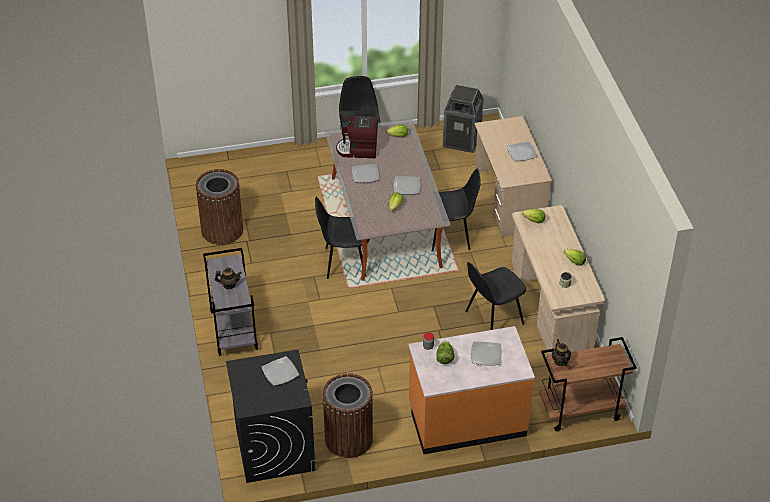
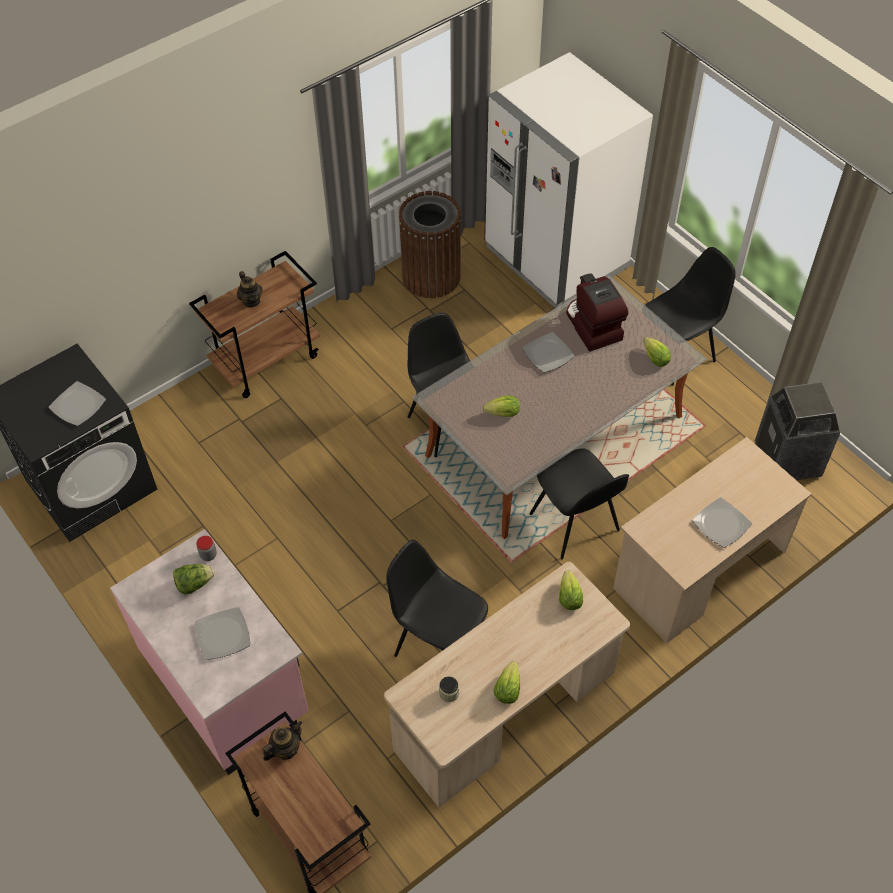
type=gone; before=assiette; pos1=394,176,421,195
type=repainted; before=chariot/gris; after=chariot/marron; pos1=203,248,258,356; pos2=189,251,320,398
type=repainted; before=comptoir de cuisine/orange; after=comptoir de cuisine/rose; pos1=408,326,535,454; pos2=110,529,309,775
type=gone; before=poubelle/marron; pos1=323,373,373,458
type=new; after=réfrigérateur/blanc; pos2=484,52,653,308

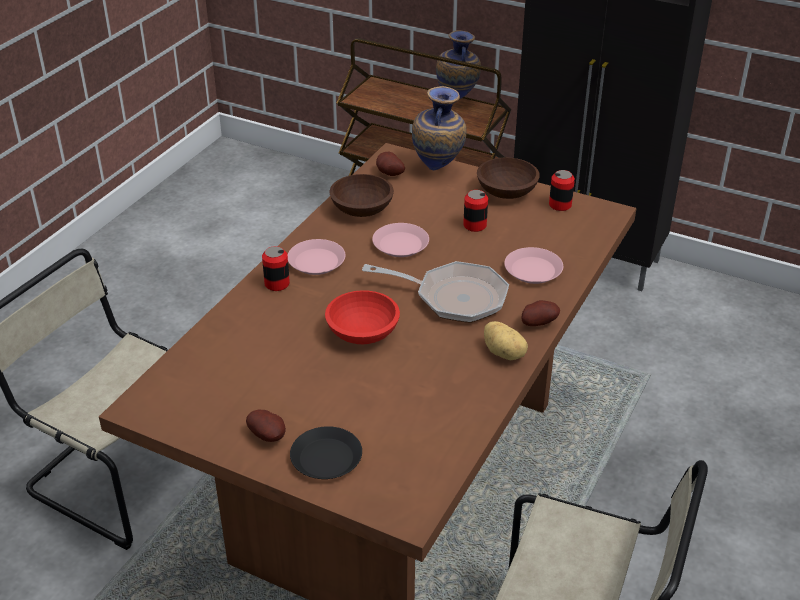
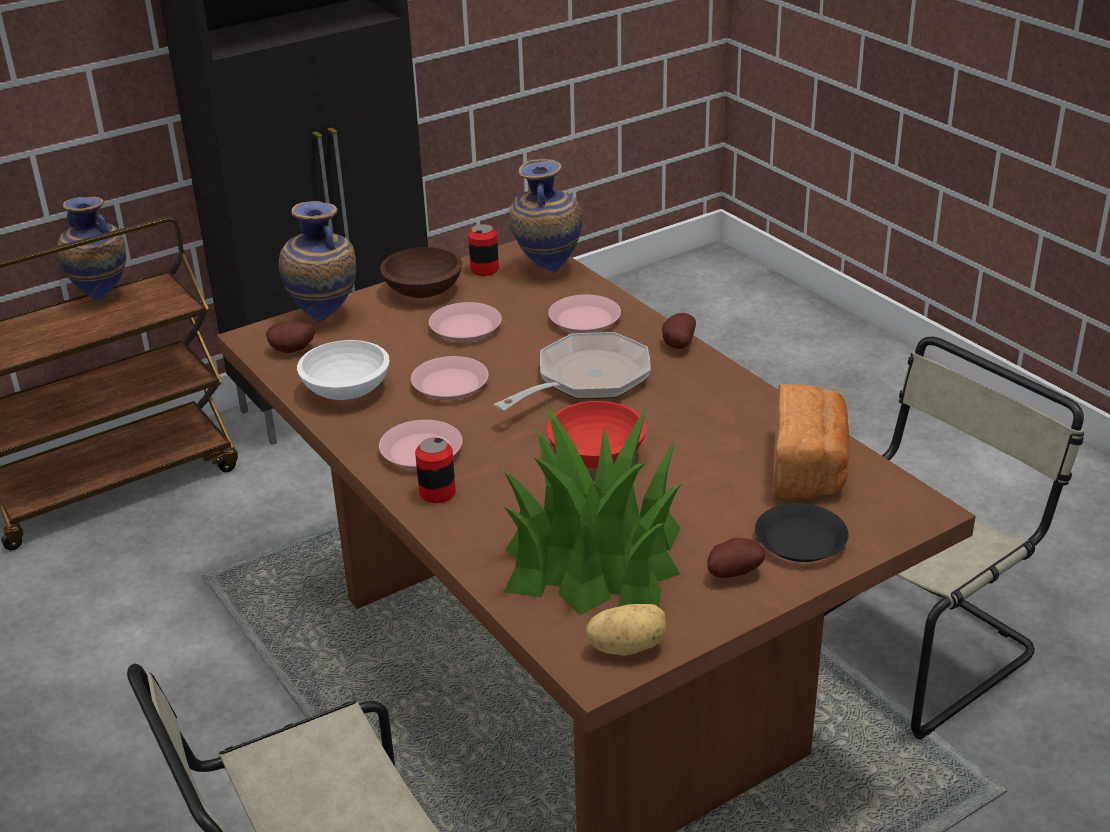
type=repainted; before=bol/marron; after=bol/blanc; pos1=330,174,394,217; pos2=297,340,390,400
type=swapped; before=boîte métallique; after=assiette/rose; pos1=463,190,488,232; pos2=429,302,502,342
type=shifted; before=pomme de terre; pos1=484,321,528,360; pos2=585,604,667,656
type=new; after=vase; pos2=509,159,582,273
type=new; after=pain; pos2=773,384,849,499
type=new; after=plante en pot; pos2=500,406,684,615

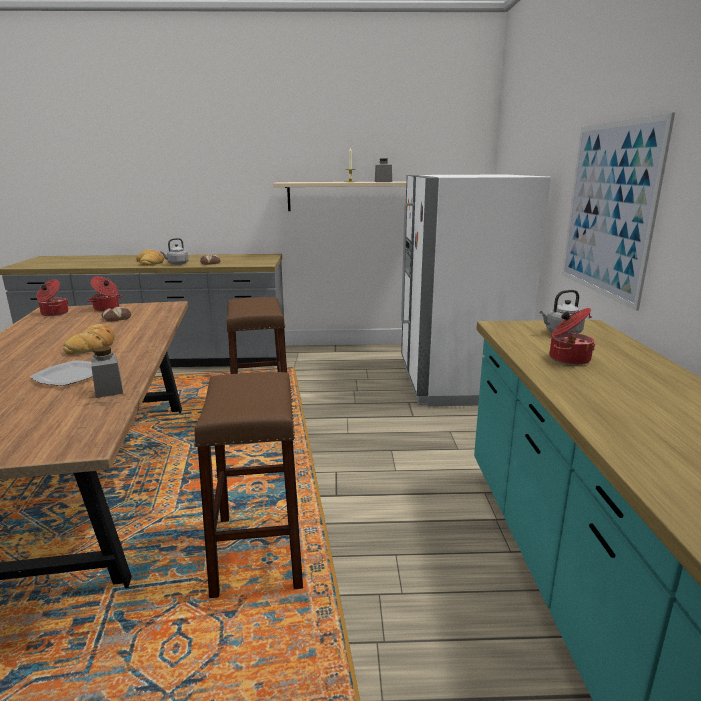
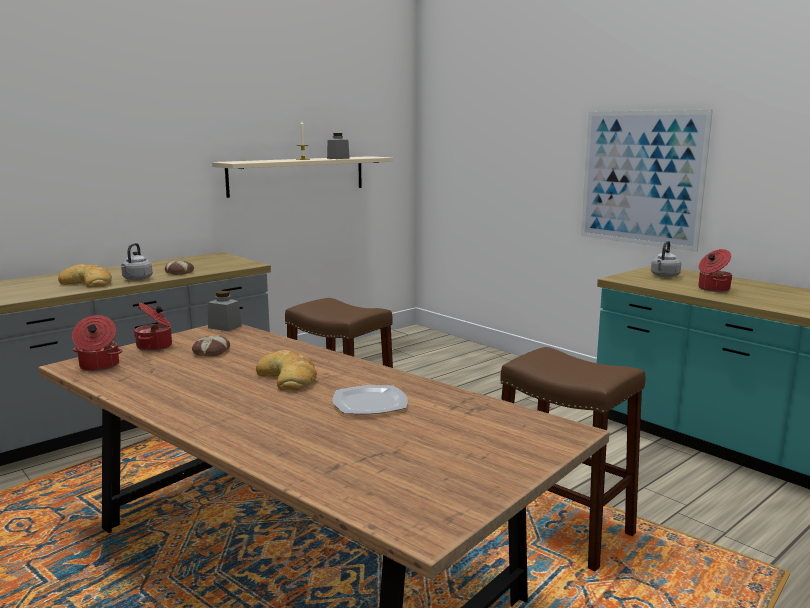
type=gone; before=réfrigérateur/blanc; pos1=401,174,551,406
type=shifted; before=bocal/gris; pos1=91,347,123,398; pos2=208,291,242,331

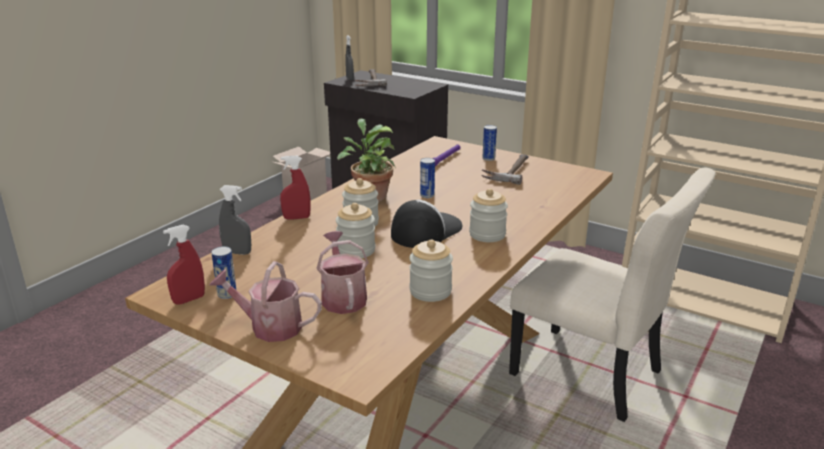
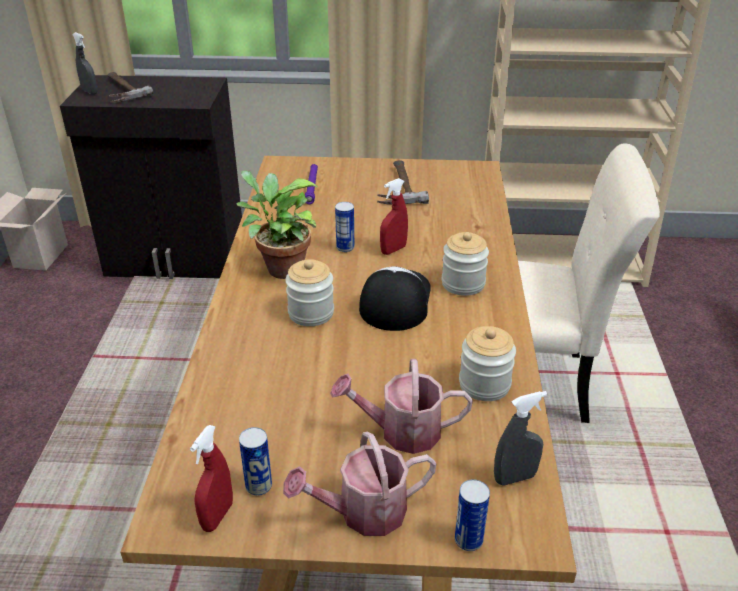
type=shifted; before=boîte métallique; pos1=482,125,497,161; pos2=455,479,490,551
type=shifted; before=vaporisateur/rouge; pos1=280,156,311,219; pos2=380,178,408,255
type=shifted; before=vaporisateur/gris; pos1=219,185,251,255; pos2=494,391,547,486
type=gone; before=bocal; pos1=336,203,375,258
type=rotated; before=arrosoir; pos1=317,231,369,314; pos2=330,359,473,454; turn=-45

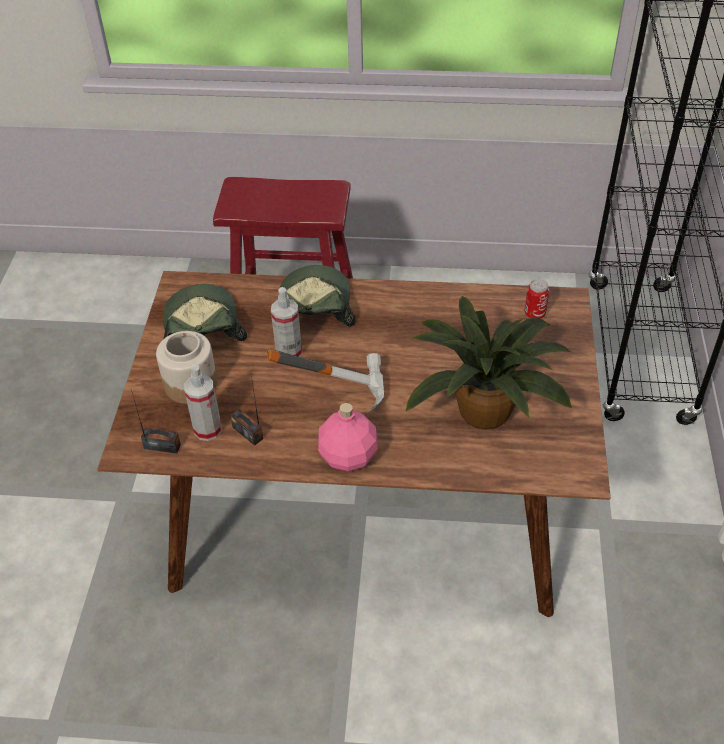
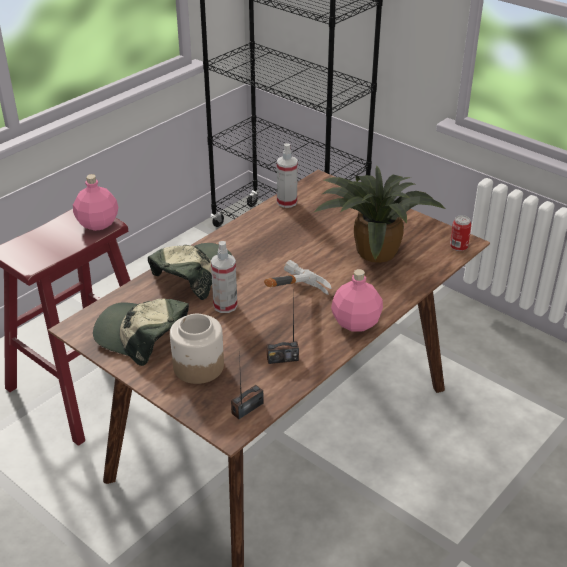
type=rotated; before=casquette; pos1=278,265,356,327; pos2=148,243,233,300; turn=90
type=shifted; before=boîte métallique; pos1=524,279,549,319; pos2=450,215,472,251
type=shifted; before=vaporisateur; pos1=184,365,222,441; pos2=277,143,298,208
type=new; after=bouteille/rose; pos2=73,174,118,231

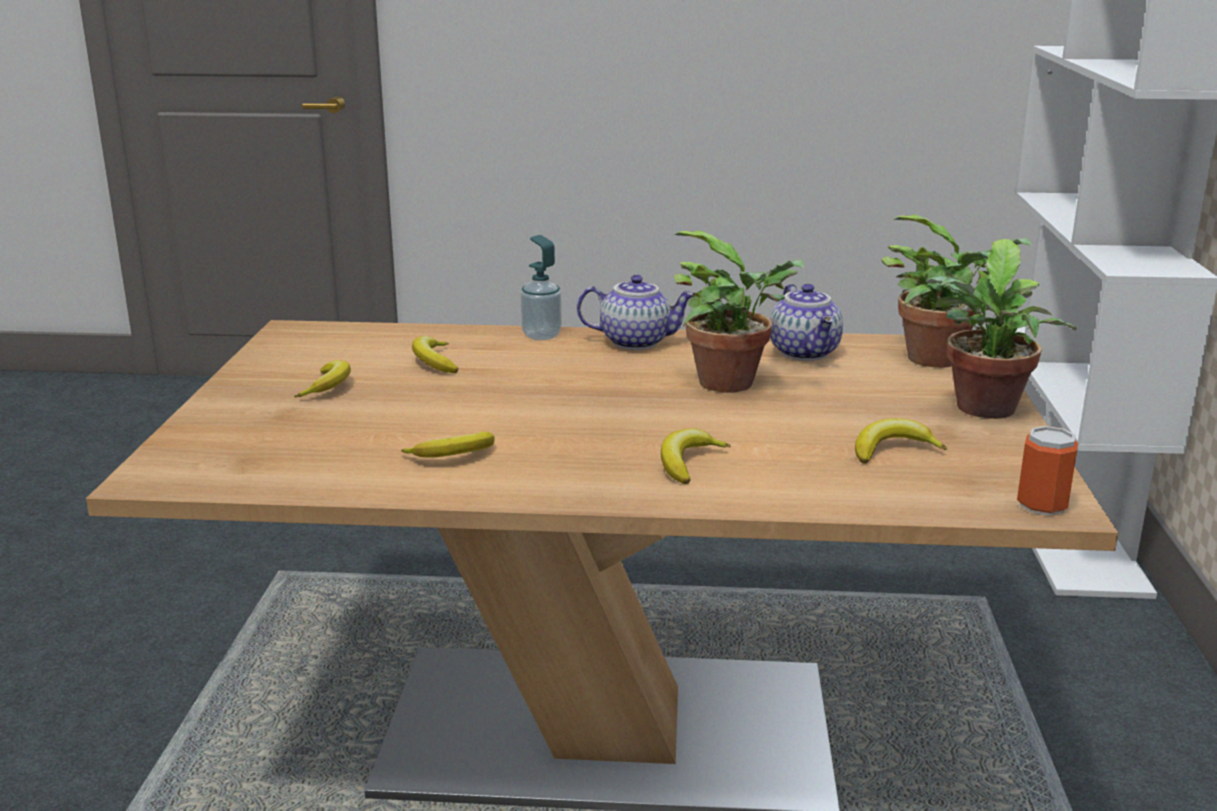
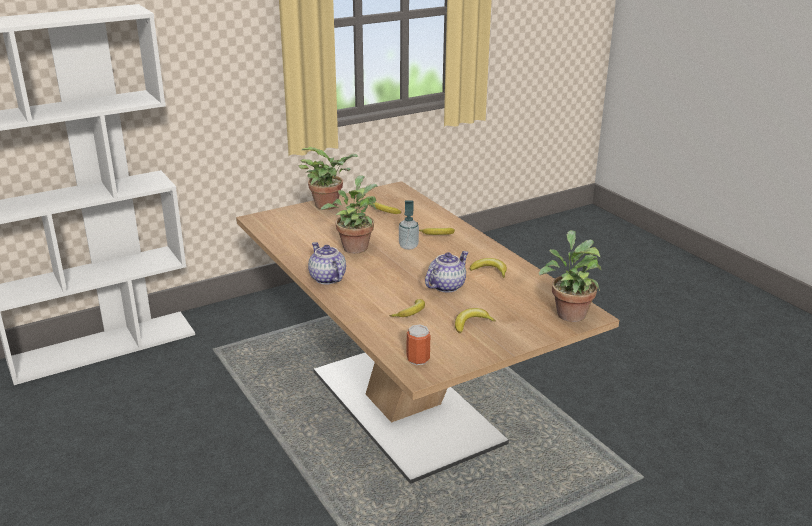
type=shifted; before=plante en pot; pos1=881,214,1032,368; pos2=539,230,602,322
type=shifted; before=distributeur de savon; pos1=521,235,562,340; pos2=399,200,419,250
type=shifted; before=théière; pos1=770,284,843,361; pos2=425,251,469,293
type=shifted; before=boîte métallique; pos1=1017,426,1078,516; pos2=407,325,430,365

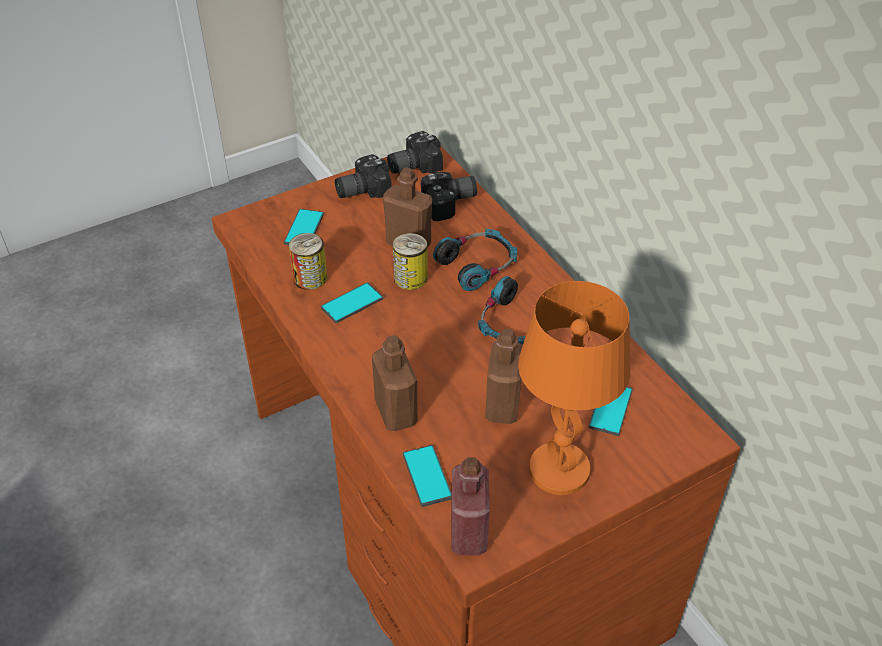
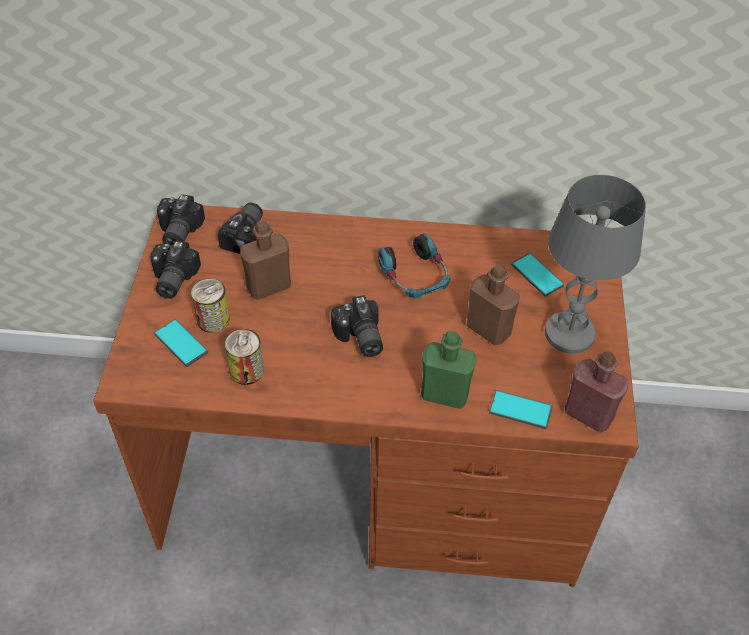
type=gone; before=casque audio; pos1=433,229,517,291
type=shifted; before=boîte métallique; pos1=392,233,428,290; pos2=191,279,230,333
type=repainted; before=lampe de table/orange; after=lampe de table/gris; pos1=518,281,630,495; pos2=545,175,646,354
type=gone; before=téléphone; pos1=321,282,383,323
type=repainted; before=bouteille/marron; after=bouteille/vert; pos1=372,335,418,431; pos2=421,331,477,409
type=new; after=appareil photo; pos2=331,295,383,357

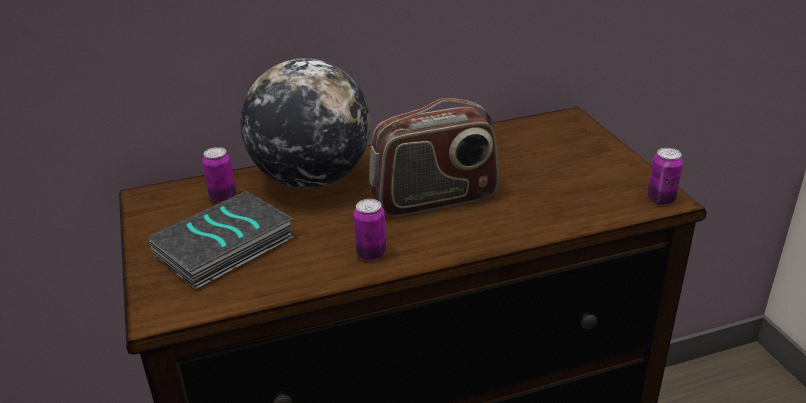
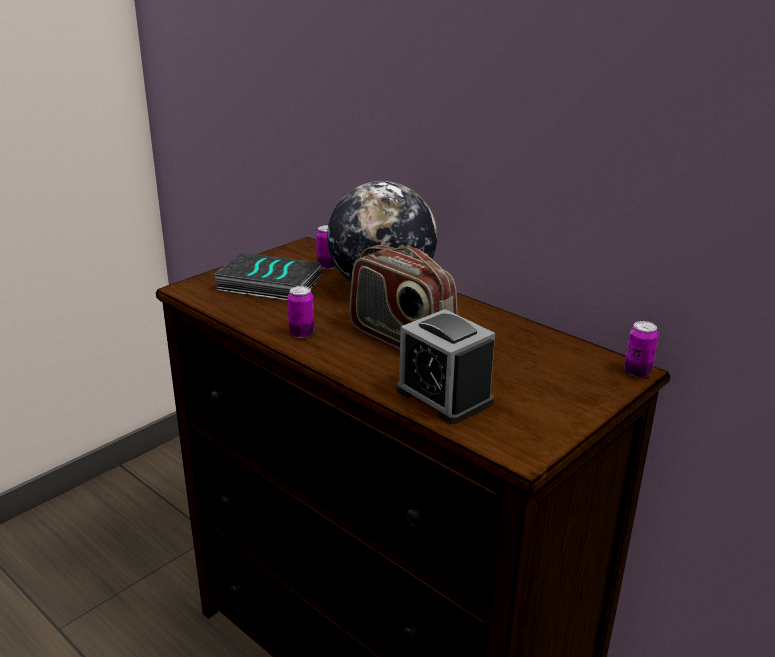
type=shifted; before=boîte métallique; pos1=647,148,683,205; pos2=624,321,659,377
type=new; after=réveil; pos2=396,309,495,424

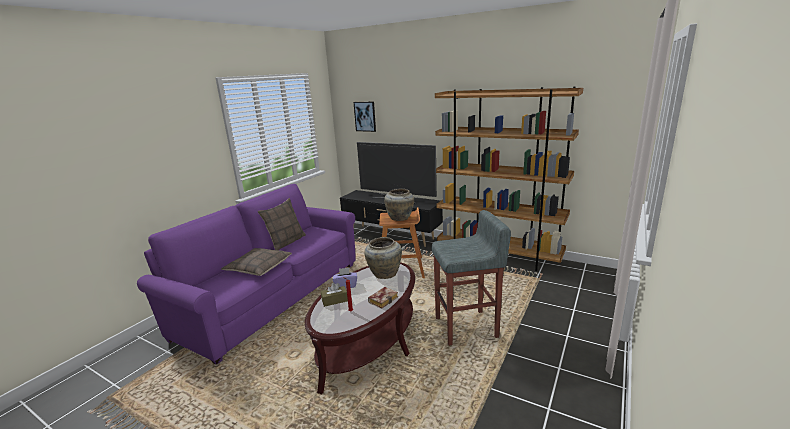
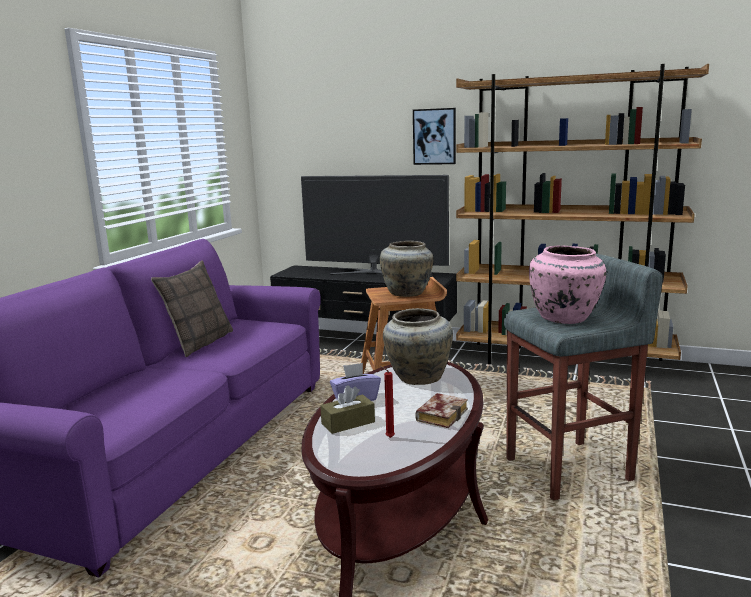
type=shifted; before=tableau; pos1=354,102,376,132; pos2=413,108,456,165
type=gone; before=coussin; pos1=221,248,292,276
type=new; after=vase/rose; pos2=529,246,606,324

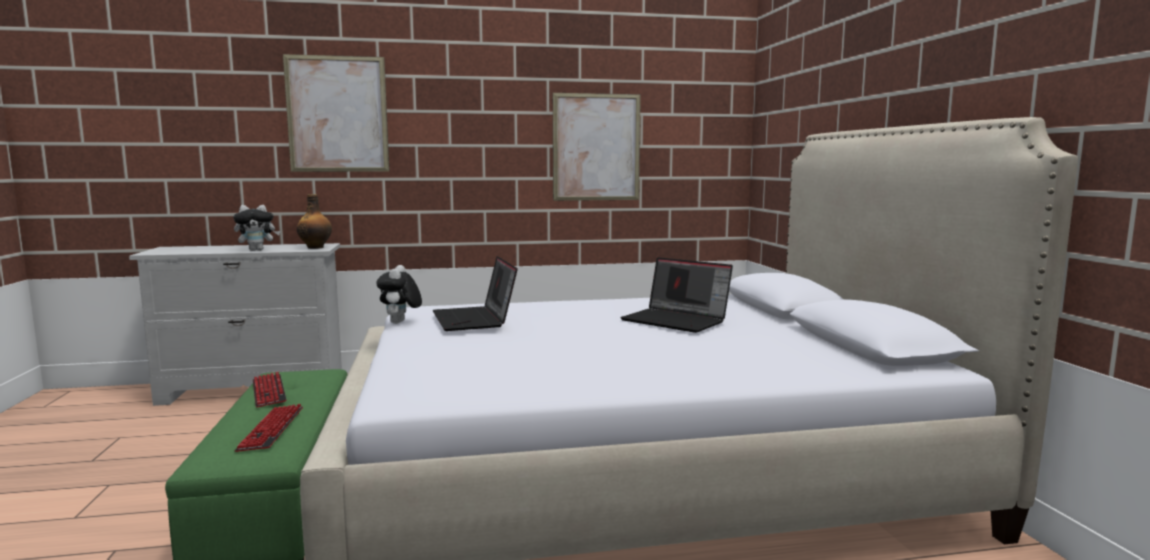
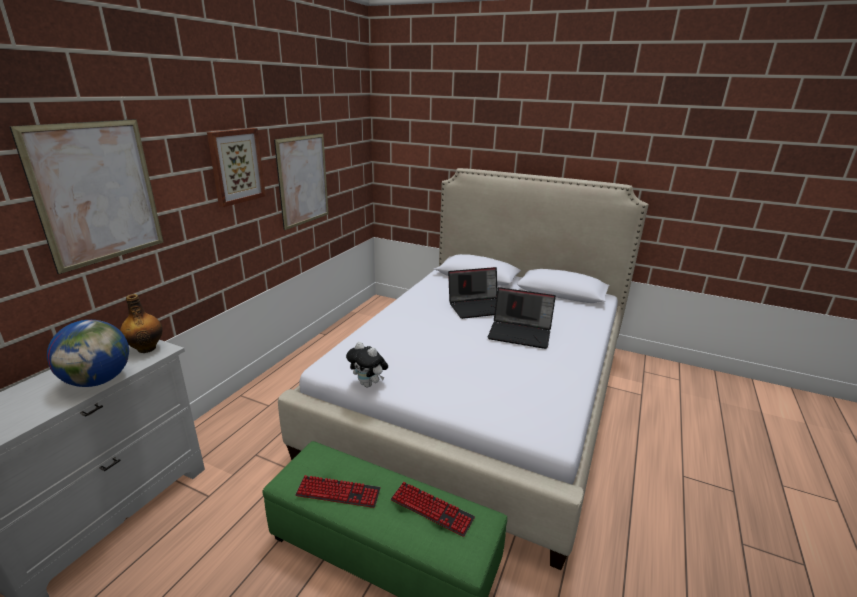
type=swapped; before=peluche; after=globe; pos1=233,205,280,251; pos2=47,320,129,387
type=shifted; before=ordinateur portable; pos1=432,256,518,331; pos2=488,287,556,349
type=new; after=tableau; pos2=207,128,266,207

